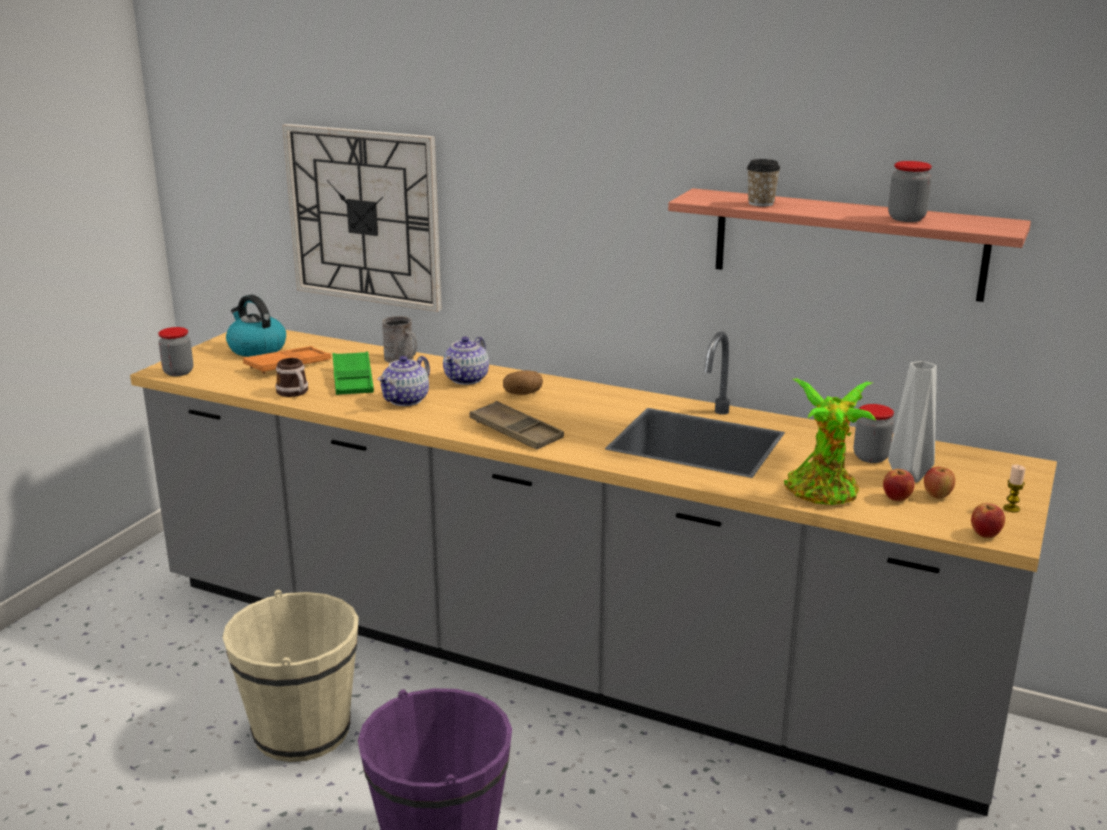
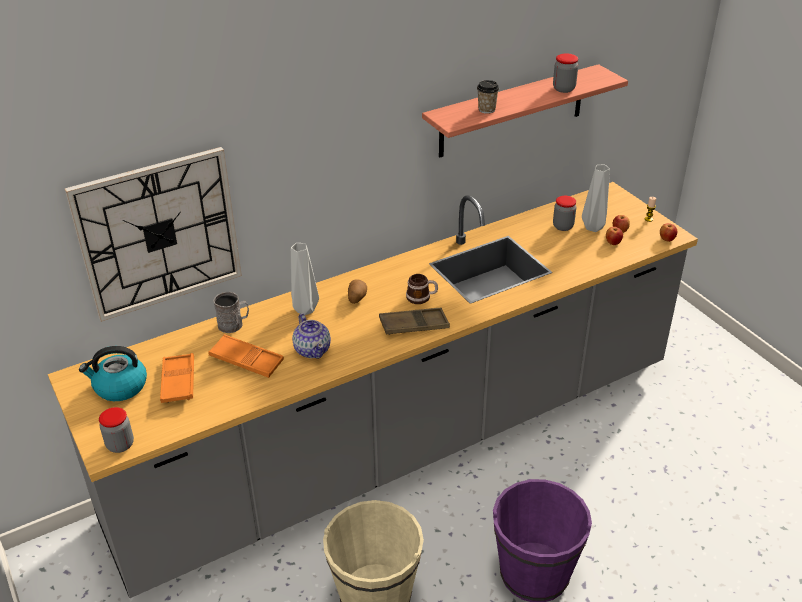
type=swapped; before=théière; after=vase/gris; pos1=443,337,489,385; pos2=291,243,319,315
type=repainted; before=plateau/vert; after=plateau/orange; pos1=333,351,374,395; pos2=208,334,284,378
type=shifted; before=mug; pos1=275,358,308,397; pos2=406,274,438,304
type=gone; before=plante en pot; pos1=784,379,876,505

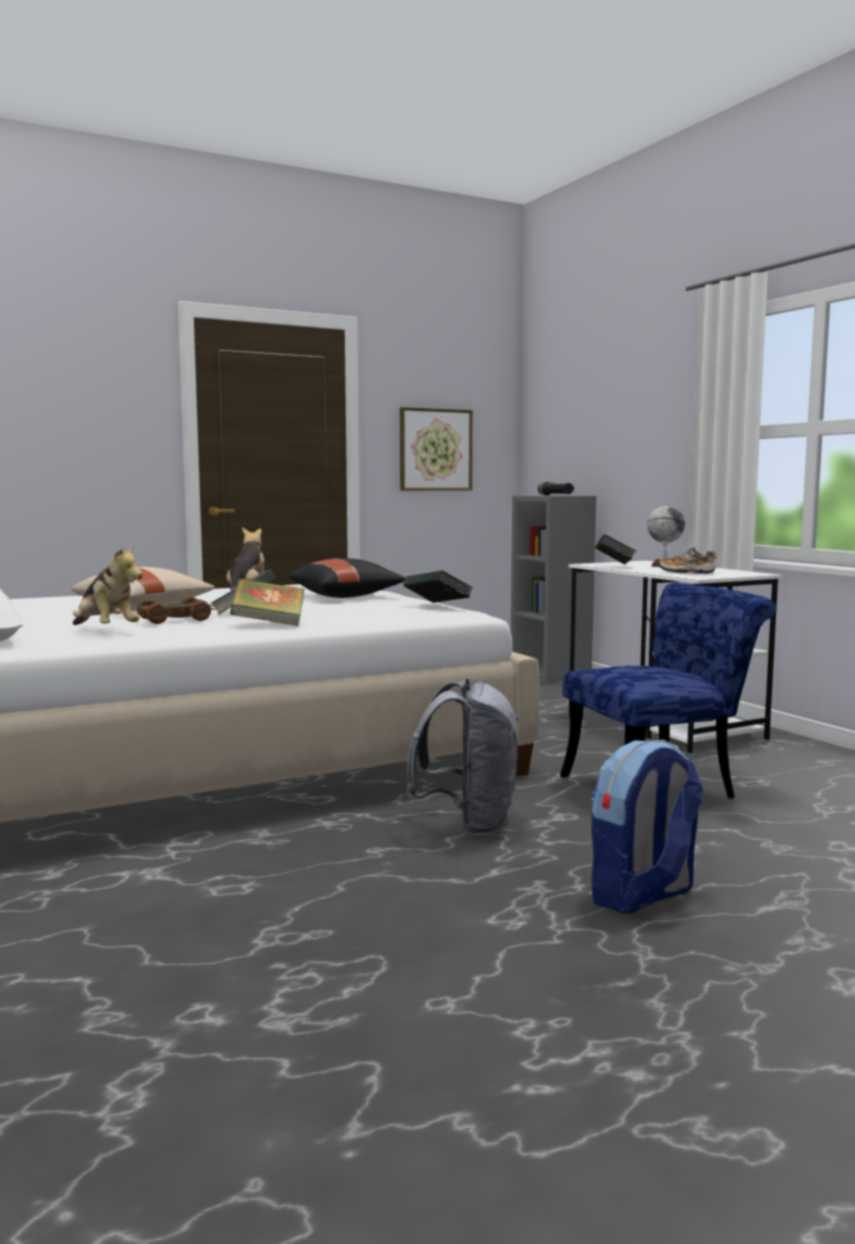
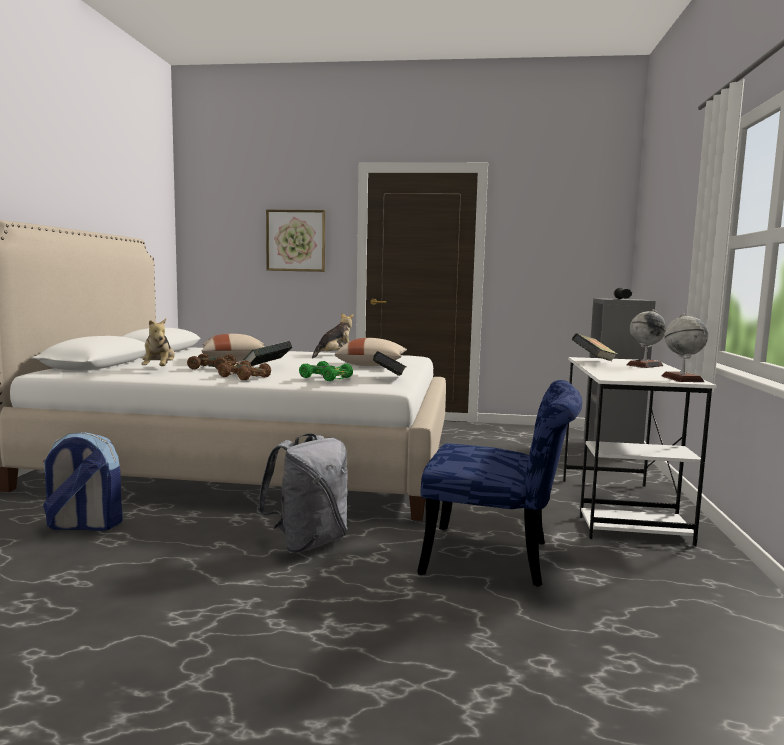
type=shifted; before=tableau; pos1=400,407,473,491; pos2=266,210,325,272
type=gone; before=chaussure; pos1=659,547,717,574
type=repainted; before=coussin/noir; after=coussin/beige; pos1=289,558,405,598; pos2=335,338,407,366
type=swapped; before=livre; after=petite voiture/marron; pos1=230,578,305,626; pos2=218,361,271,380
type=shifted; before=sac à dos; pos1=591,740,703,913; pos2=43,432,123,531
type=new; after=globe; pos2=662,313,708,382
type=new; after=petite voiture/vert; pos2=299,361,353,381

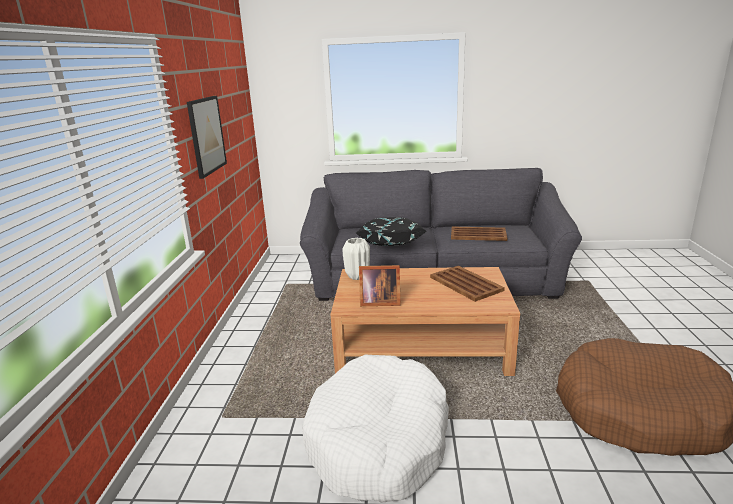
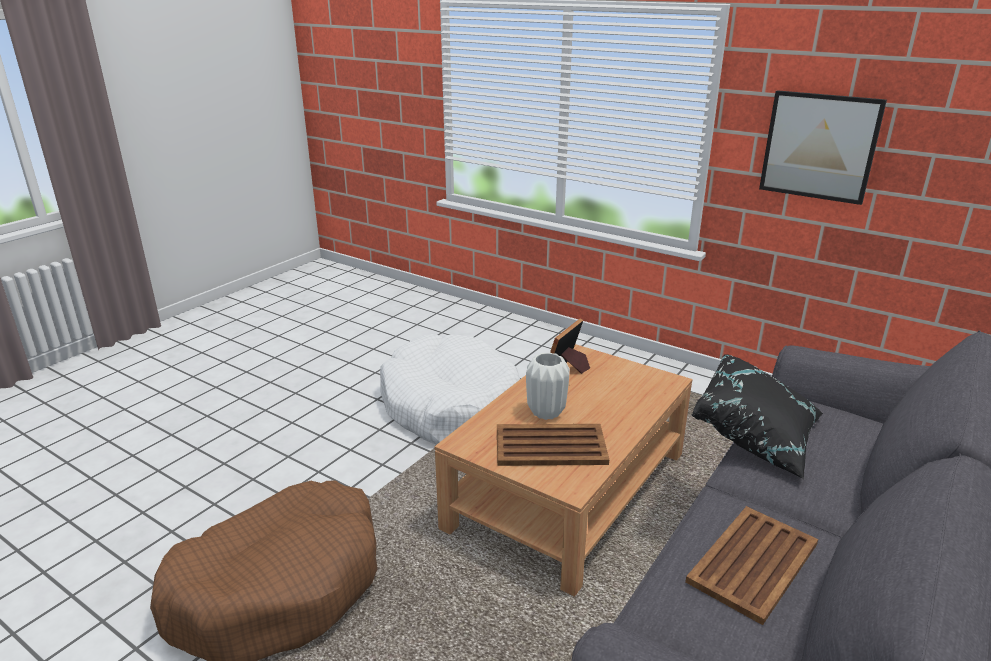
type=shifted; before=vase/blanc; pos1=342,238,370,280; pos2=526,352,570,420

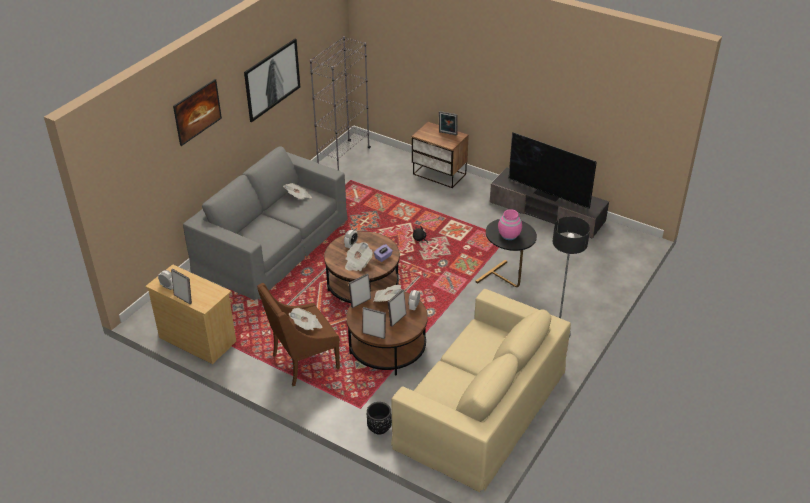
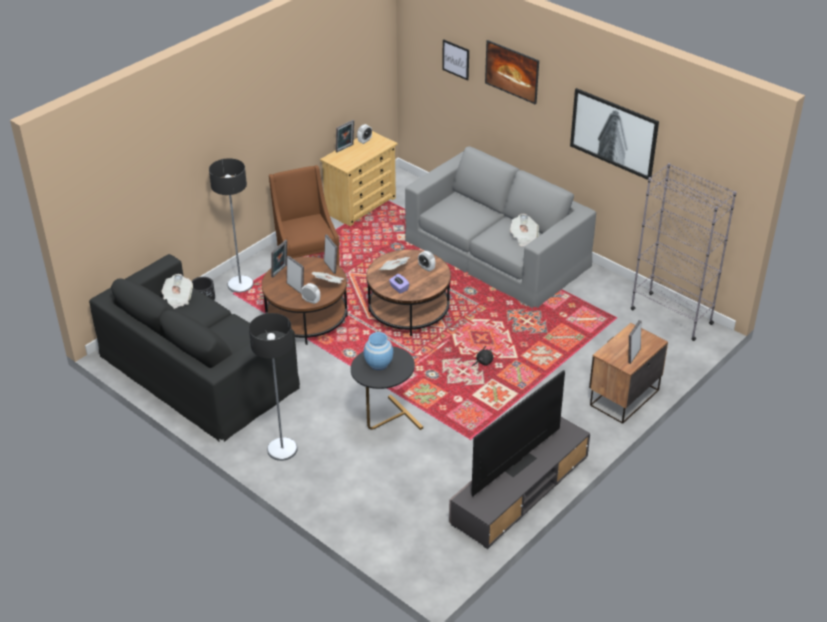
type=repainted; before=vase/rose; after=vase/bleu; pos1=498,209,522,240; pos2=364,332,393,370
type=repainted; before=canapé/beige; after=canapé/noir; pos1=391,289,571,493; pos2=89,254,300,442
type=shifted; before=journal; pos1=289,308,323,330; pos2=161,274,193,309
type=new; after=tableau; pos2=442,39,469,80
type=new; after=lampadaire; pos2=209,158,254,292

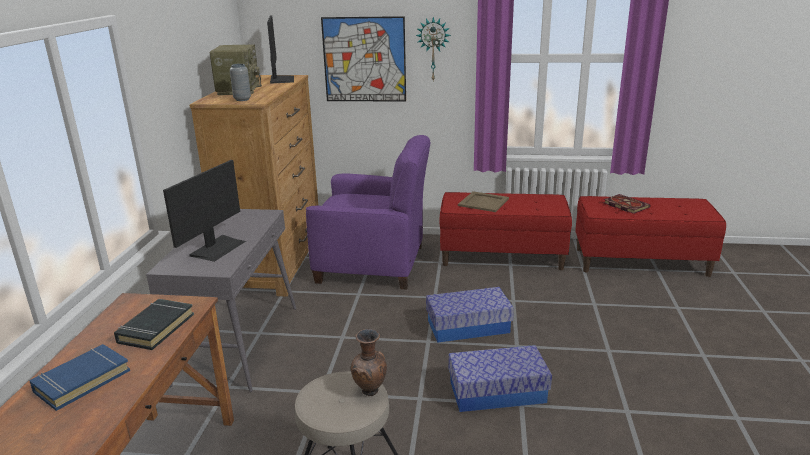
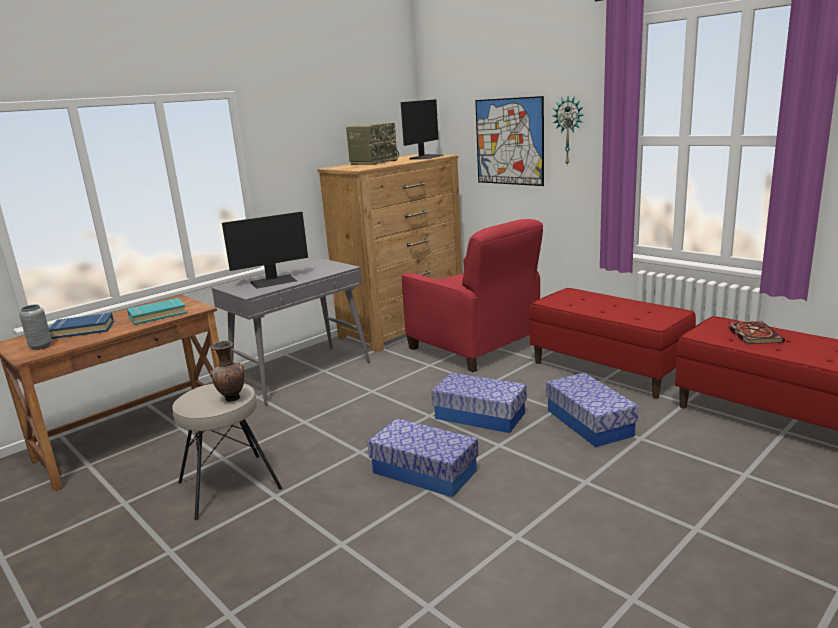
type=shifted; before=vase/gris; pos1=230,64,251,101; pos2=19,305,52,350
type=repainted; before=fauteuil/violet; after=fauteuil/rouge; pos1=306,135,430,290; pos2=401,219,543,372
type=gone; before=plateau/beige; pos1=458,191,509,212
type=repainted; before=livre/noir; after=livre/turquoise; pos1=114,299,194,350; pos2=127,298,187,325
type=new; after=boîte de rangement; pos2=546,373,639,447

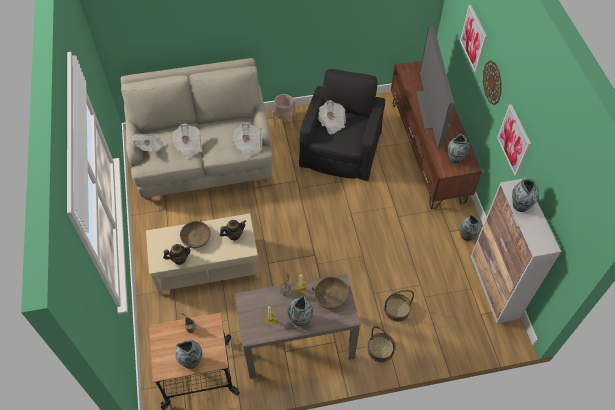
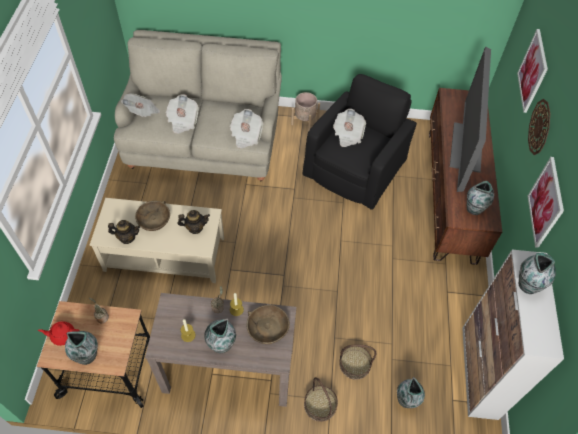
type=shifted; before=vase; pos1=460,214,481,241; pos2=397,377,425,408
type=new; after=théière/rouge; pos2=38,321,80,346

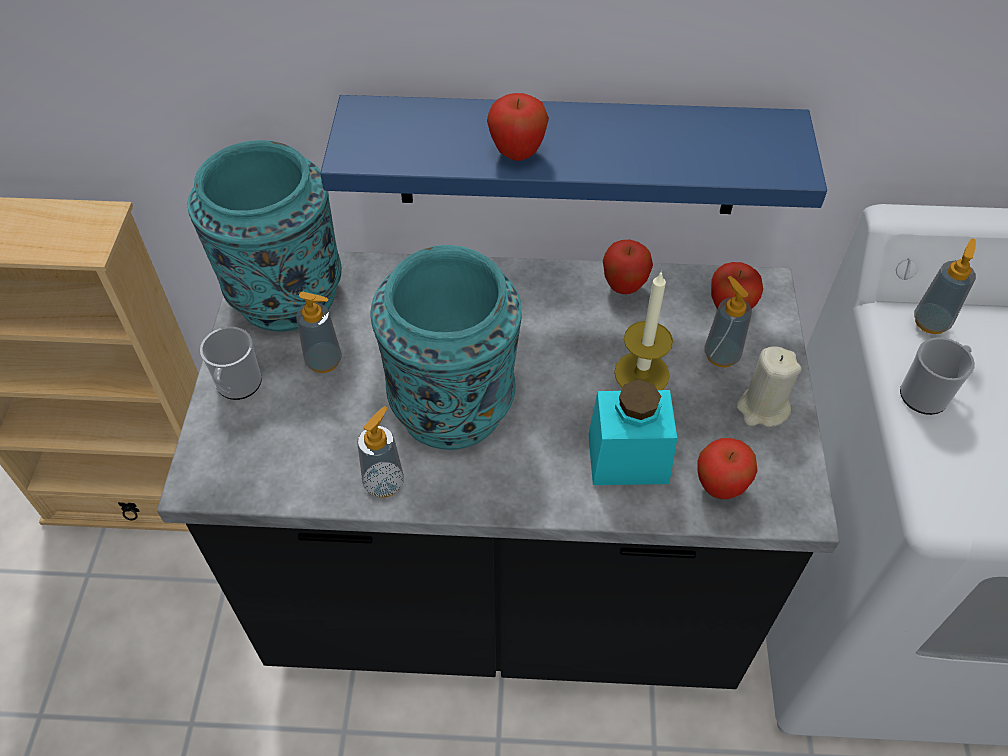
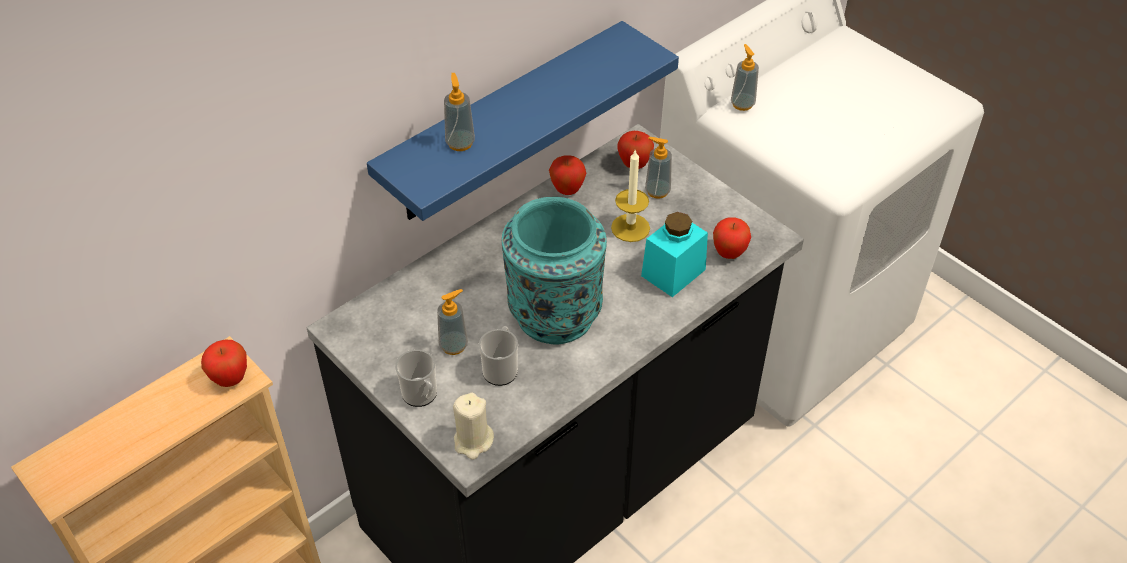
type=shifted; before=pomme; pos1=487,93,549,161; pos2=201,340,247,387
type=gone; before=vase/turquoise; pos1=188,140,342,332
type=shifted; before=mug; pos1=900,337,975,415; pos2=479,326,518,386
type=shifted; before=bougie/beige; pos1=736,346,802,427; pos2=453,393,494,460
type=shifted; before=distributeur de savon; pos1=357,406,404,497; pos2=444,73,475,151

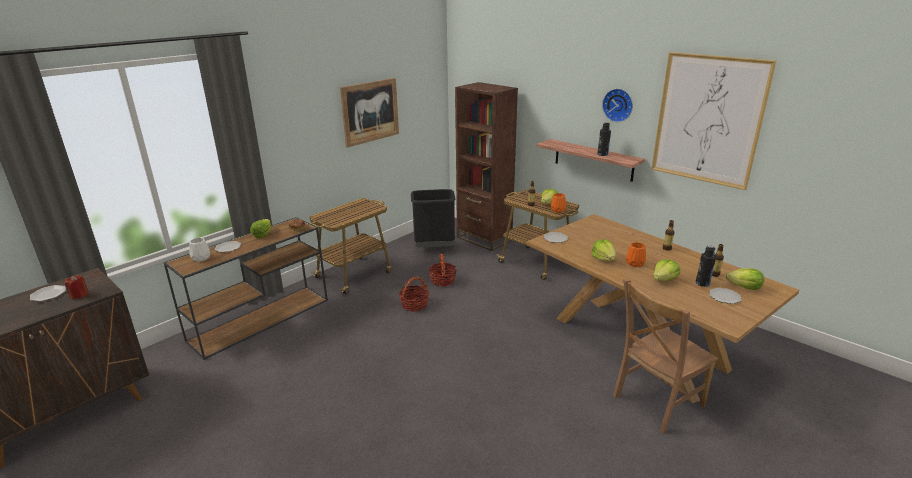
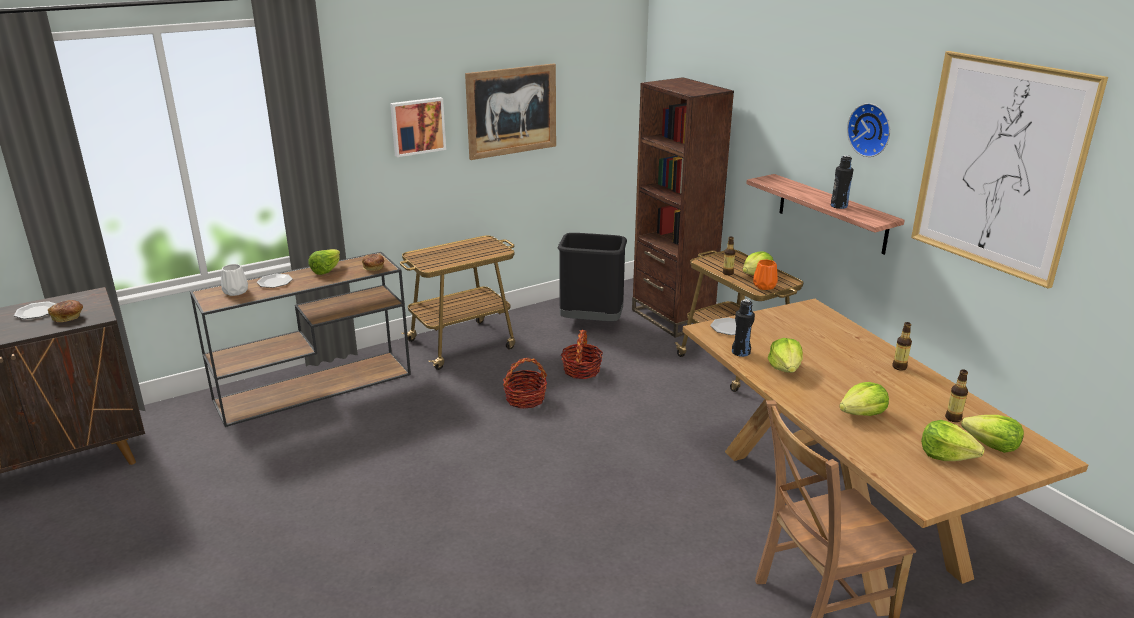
type=gone; before=vase/orange; pos1=626,242,646,267
type=shifted; before=bouteille/noir; pos1=696,245,716,287; pos2=732,299,755,357
type=swapped; before=bougie/rouge; after=pain; pos1=65,275,88,299; pos2=48,300,83,322
type=swapped; before=assiette; after=laitue; pos1=710,288,741,304; pos2=921,420,984,461
type=new; after=tableau; pos2=390,97,446,157

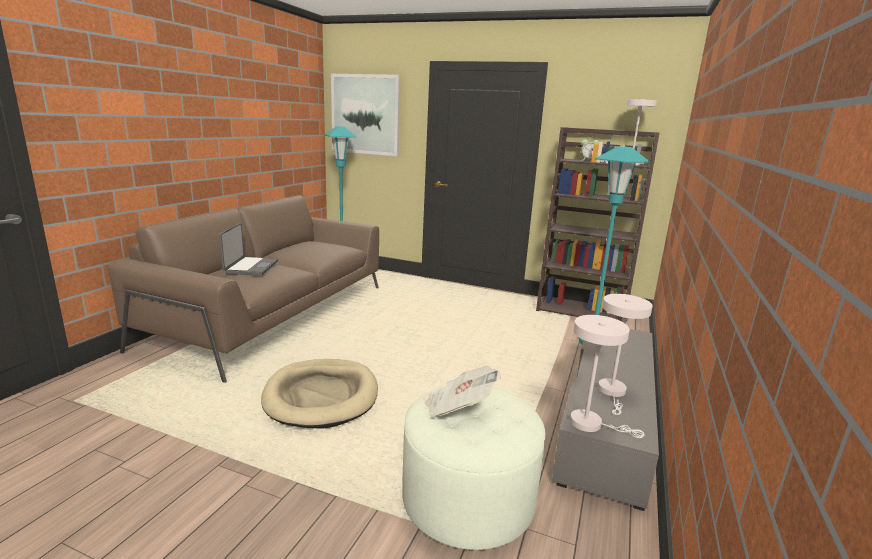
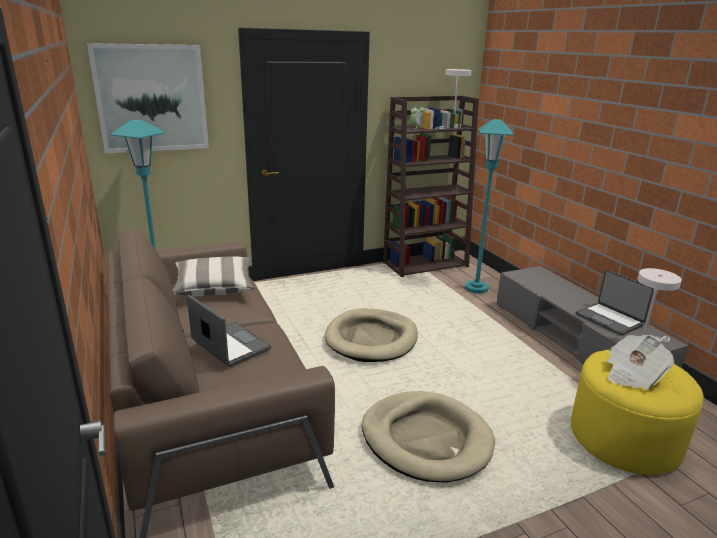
type=swapped; before=lampe de table/blanc; after=ordinateur portable; pos1=598,294,653,415; pos2=576,270,654,336
type=repainted; before=pouf/blanc; after=pouf/jaune; pos1=402,386,545,550; pos2=571,349,704,475
type=new; after=coussin; pos2=172,257,255,297
type=new; after=panier pour chien/beige; pos2=324,308,418,362

